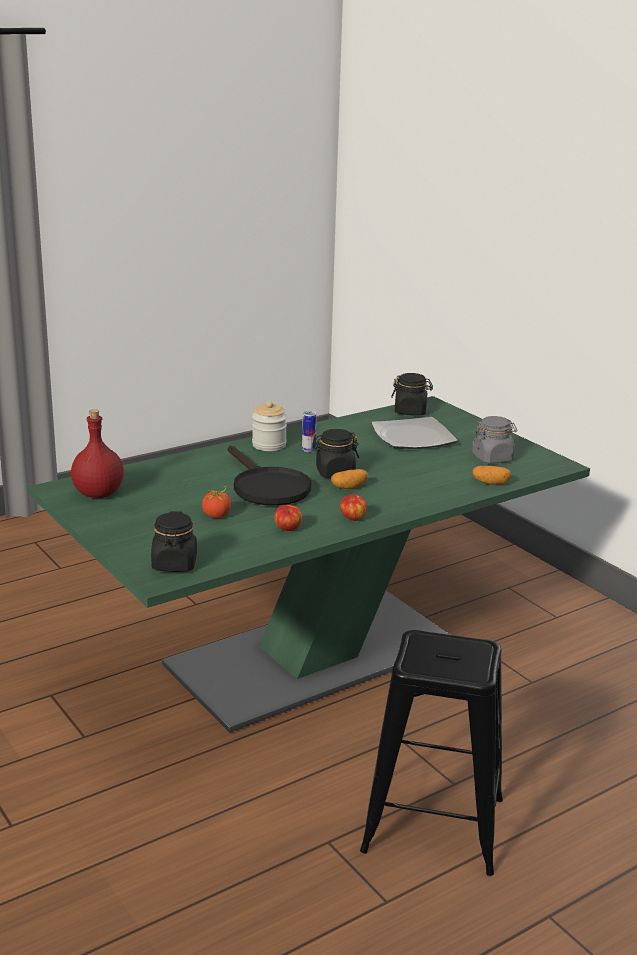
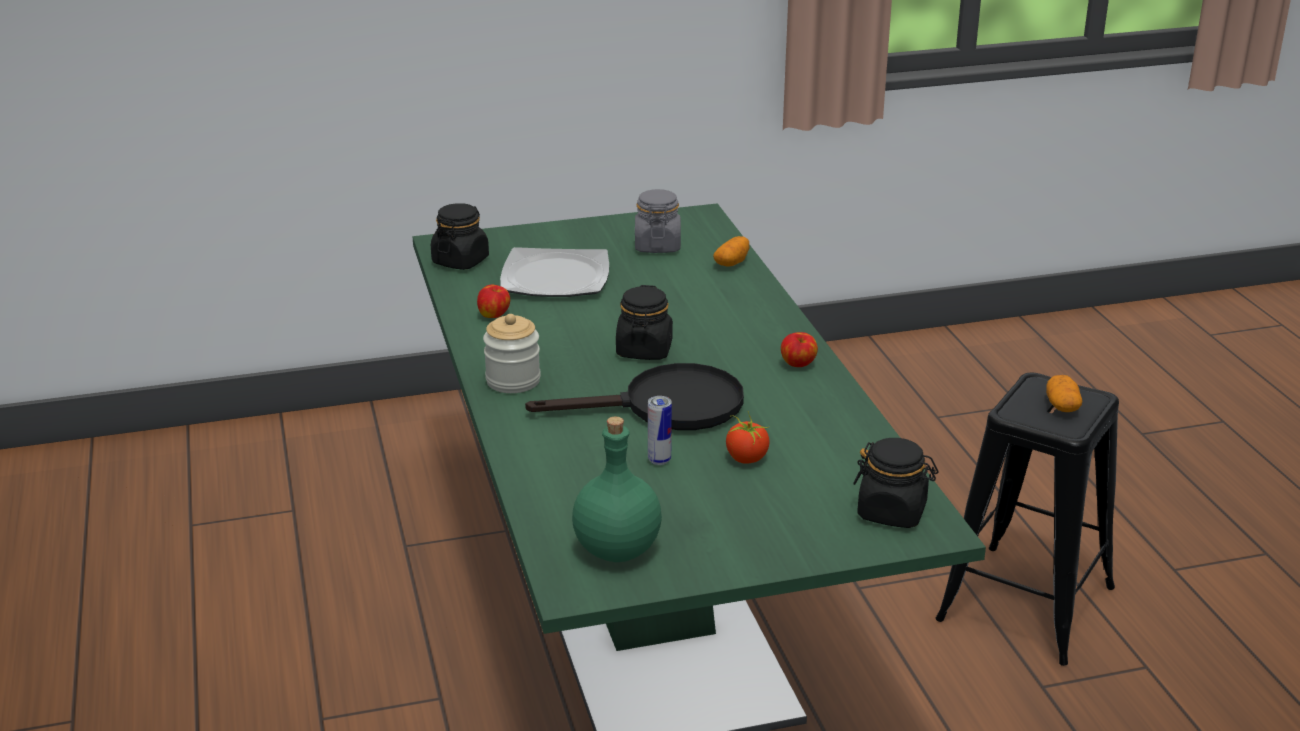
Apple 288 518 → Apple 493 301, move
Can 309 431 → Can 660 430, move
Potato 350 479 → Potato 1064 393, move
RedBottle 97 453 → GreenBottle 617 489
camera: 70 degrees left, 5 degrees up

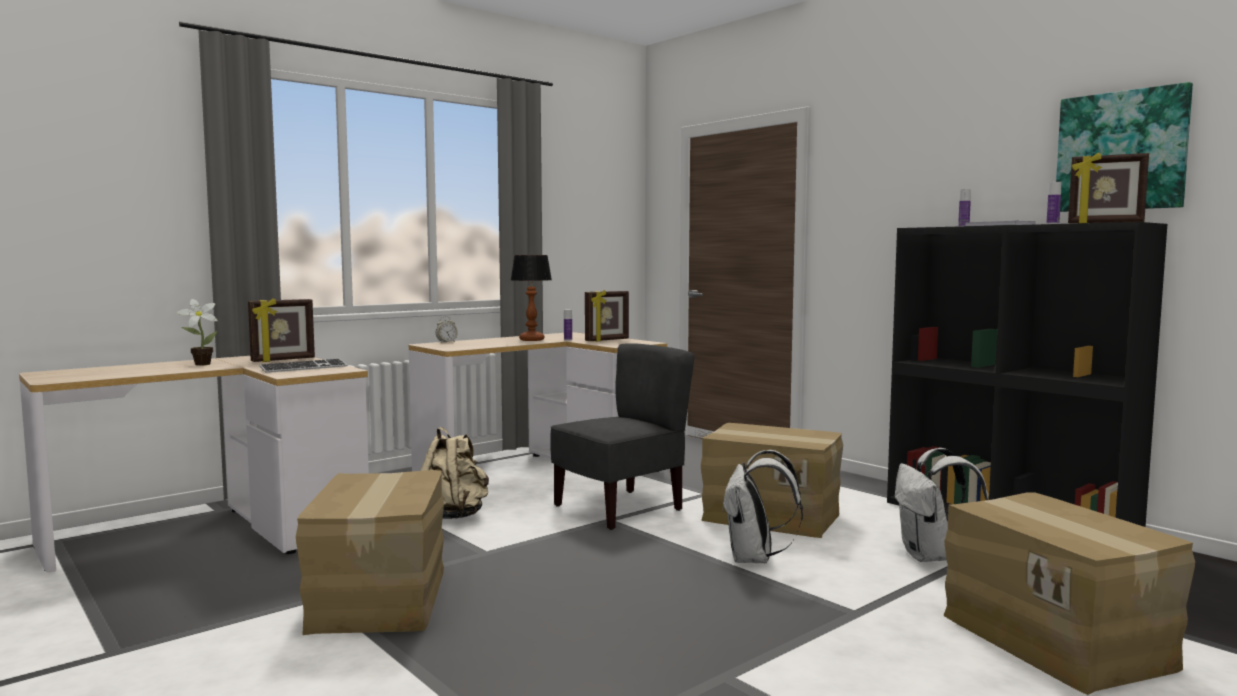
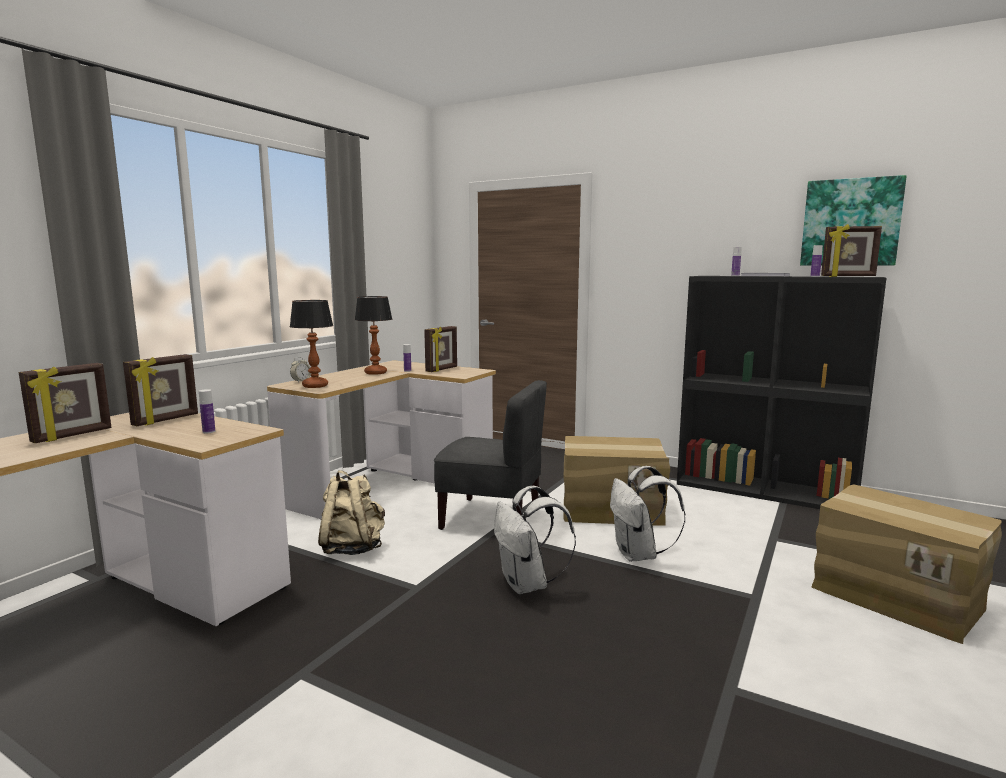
CardboardBox 370 552 → -
- → TableLamp 311 344
WhiteBackpack 942 505 → WhiteBackpack 535 540, move
PottedPlant 197 332 → PictureFrame 65 403
Keyboard 303 366 → Bottle 207 411
GreyChair 622 436 → GreyChair 490 455, 75 degrees clockwise
camera: 20 degrees left, 5 degrees up

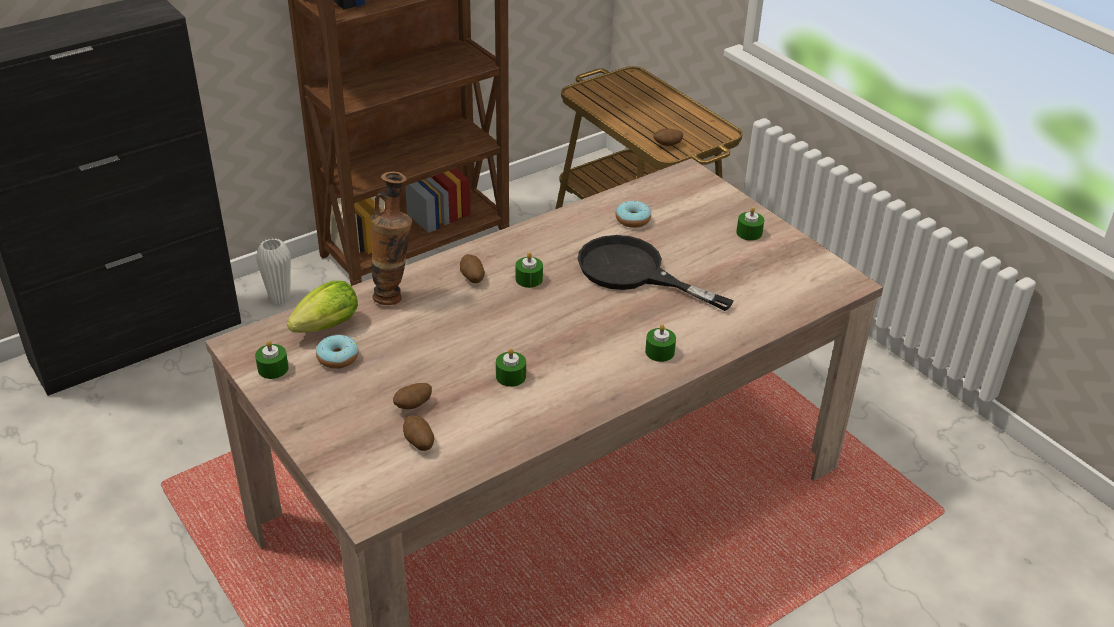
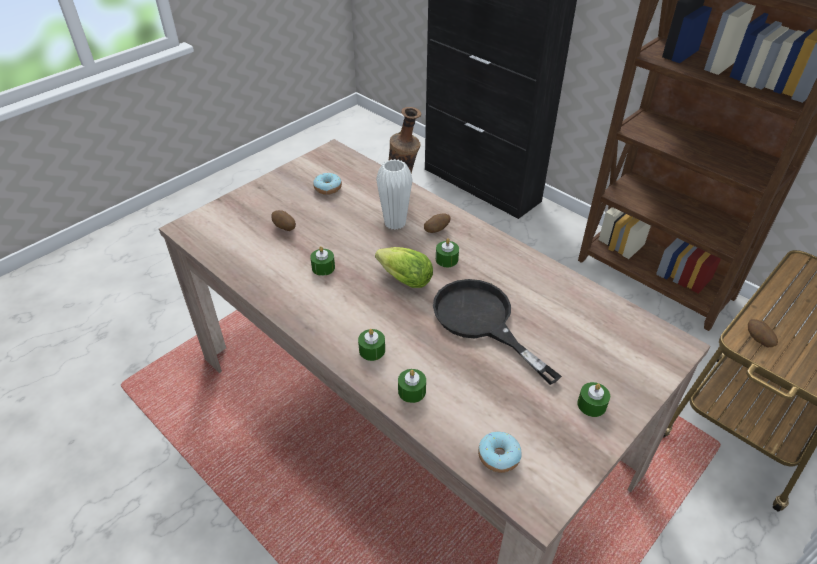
Potato 418 433 → -
GreenCandle 272 360 → GreenCandle 412 386, move
WhiteVase 273 271 → WhiteVase 394 194, move
Lettuce 322 307 → Lettuce 404 267, move
Donut 633 214 → Donut 500 452, move
BlackFryingPan 656 273 → BlackFryingPan 497 332, 60 degrees counterclockwise
camera: 80 degrees right, 5 degrees up

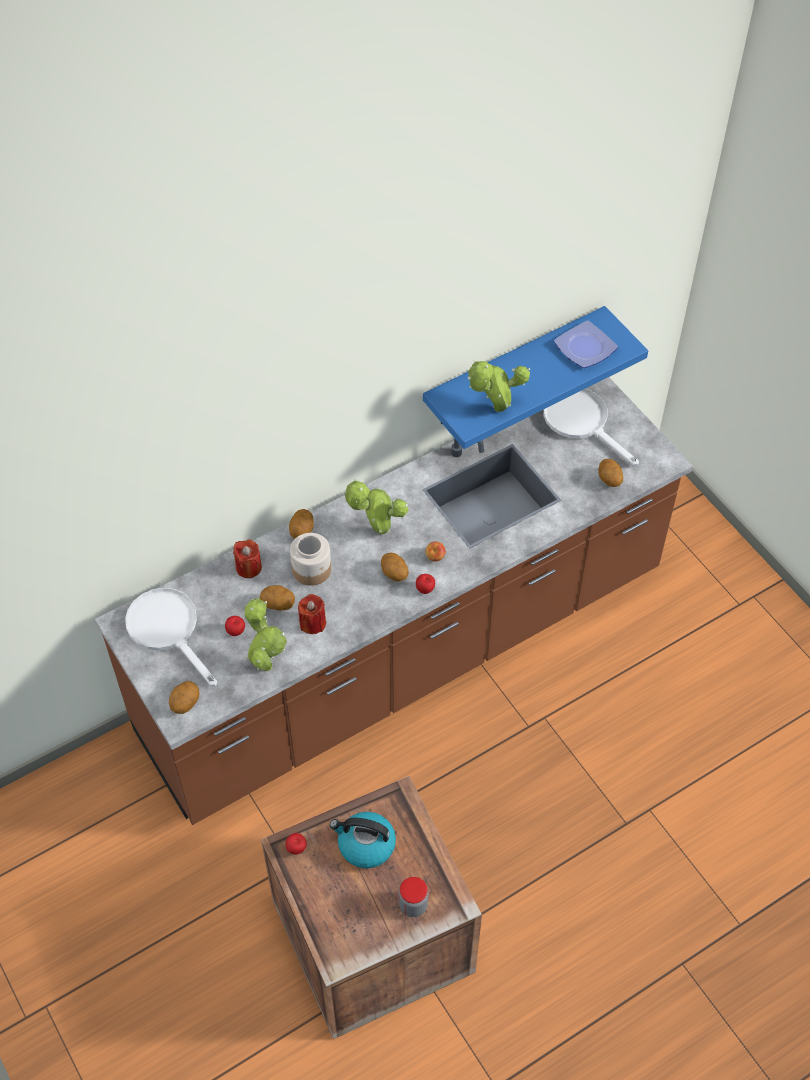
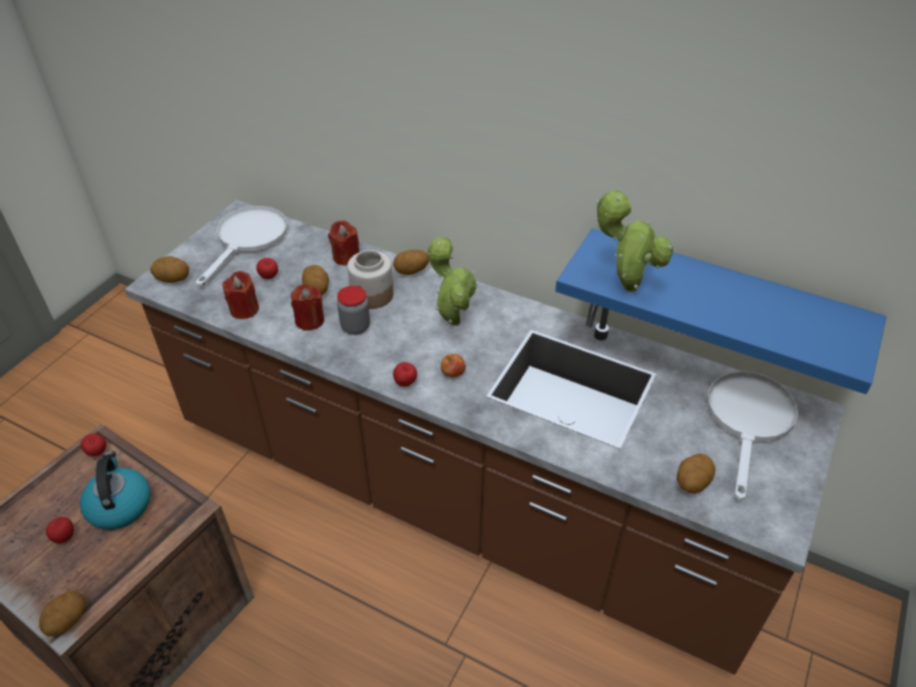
Plate 586 344 → -
- → Apple 60 530
Potato 395 567 → Potato 62 613, move
Jar 413 897 → Jar 353 310, move
PottedPlant 265 634 → RedCandle 240 295
camera: 60 degrees right, 10 degrees down

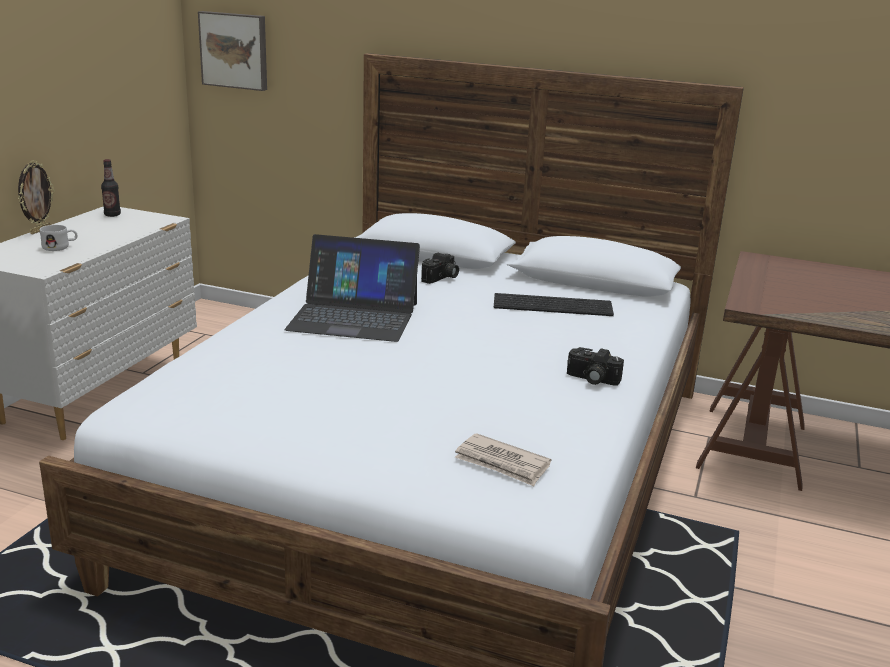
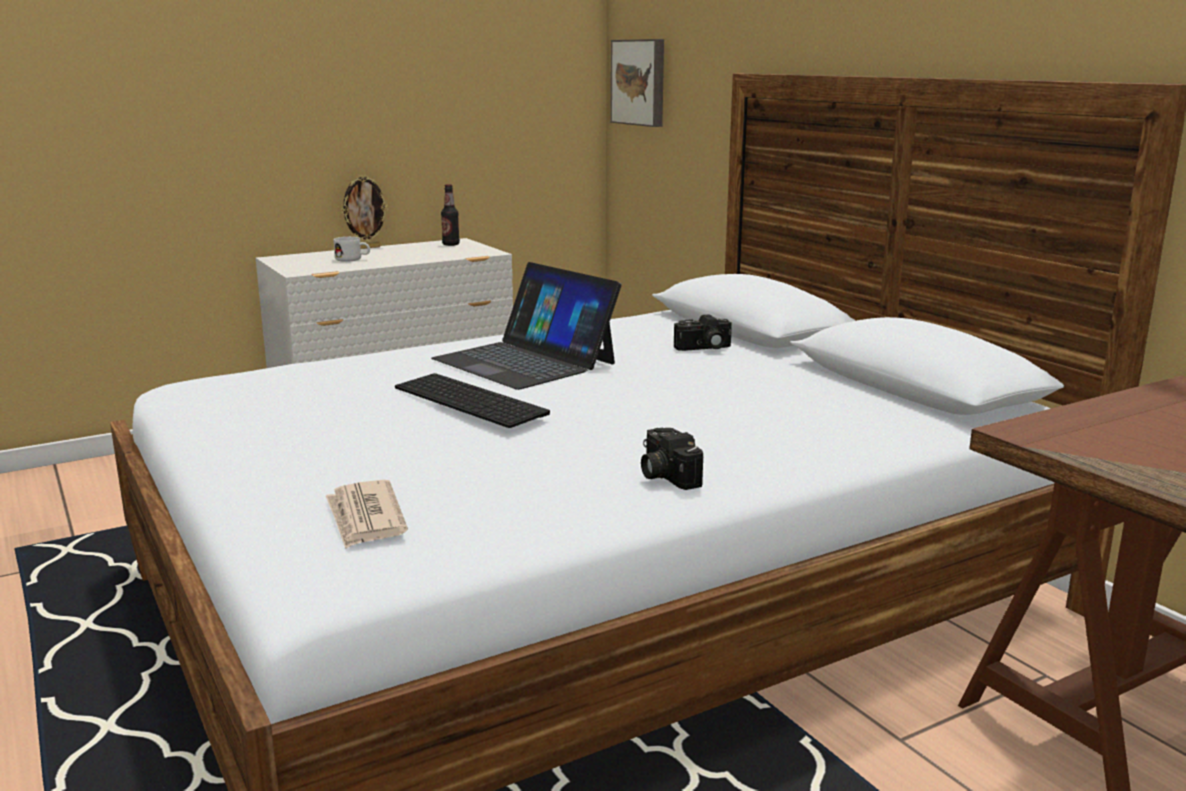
Keyboard 554 304 → Keyboard 472 400, move
camera: 40 degrees right, 5 degrees down

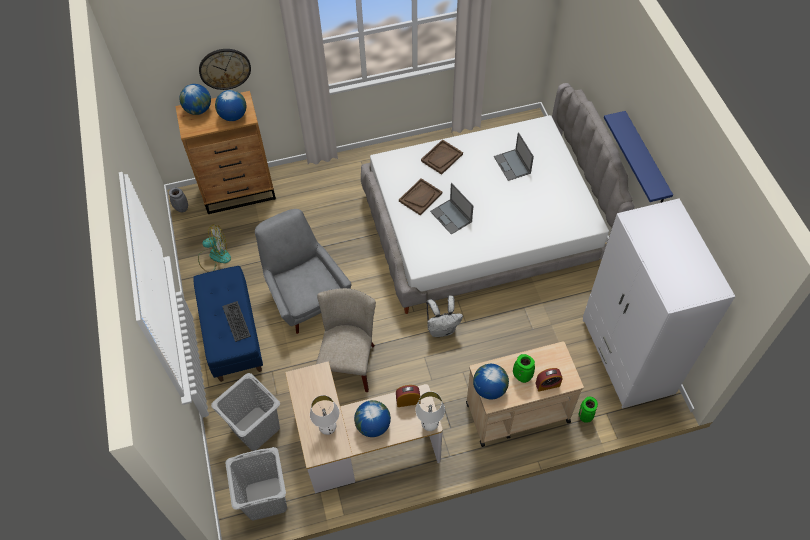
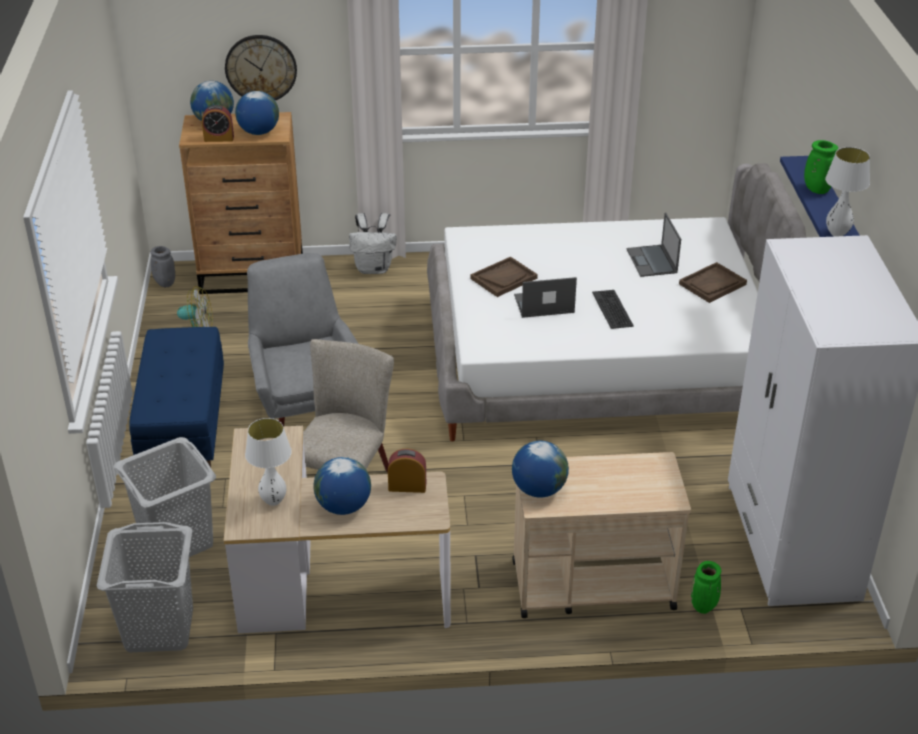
Keyboard 236 321 → Keyboard 613 309, move
WhiteTableLamp 430 411 → WhiteTableLamp 847 192, move
BrownTray 442 157 → BrownTray 713 282, move
WhiteBackpack 444 316 → WhiteBackpack 372 243, move
GreenVase 524 368 → GreenVase 821 167, move
AlarmClock 549 380 → AlarmClock 218 123, move
Laptop 451 209 → Laptop 545 297, 105 degrees clockwise
camera: 10 degrees right, 20 degrees down

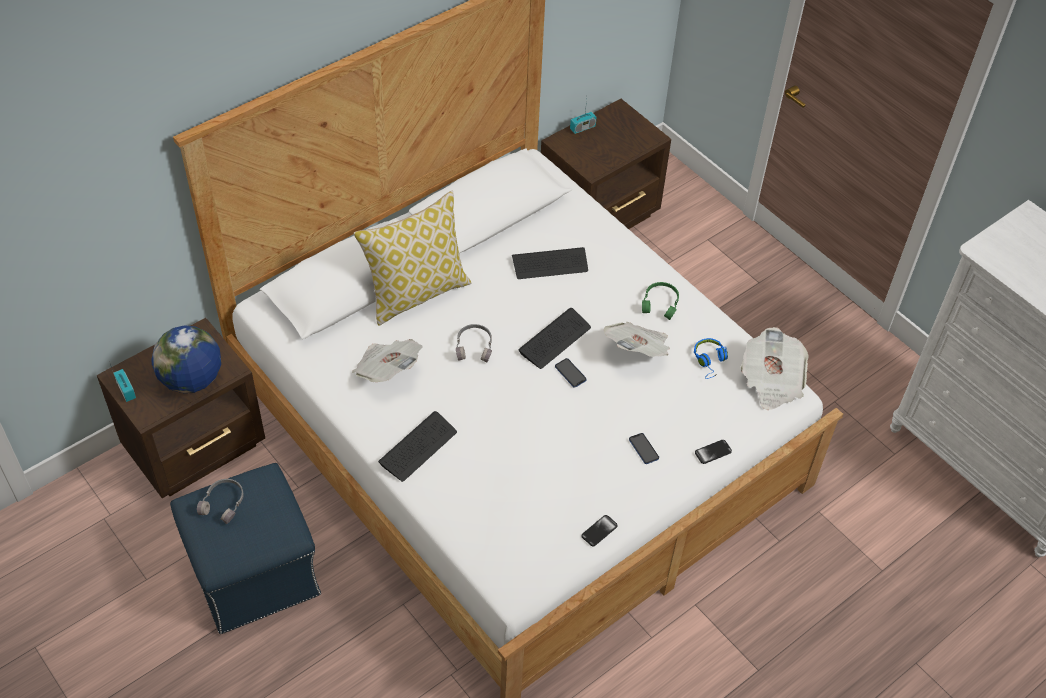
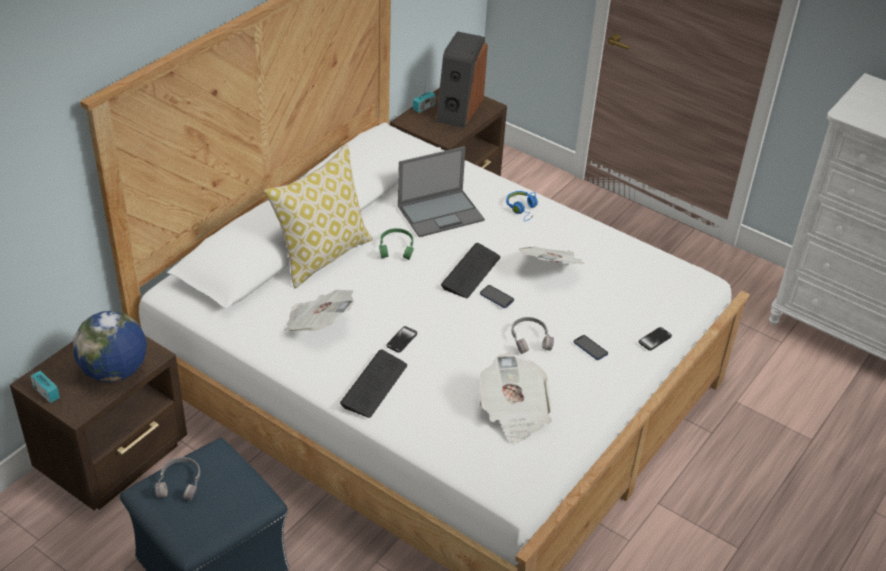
- → Speaker 462 79
GreyHeadphones 474 343 → GreyHeadphones 532 335, move
Phone 600 531 → Phone 402 339, move
GreenHeadphones 660 301 → GreenHeadphones 396 244, move
BlueHeadphones 711 358 → BlueHeadphones 522 206, move
Newspaper 775 368 → Newspaper 515 398, move
Keyboard 550 263 → Laptop 441 191
camera: 15 degrees left, 10 degrees down

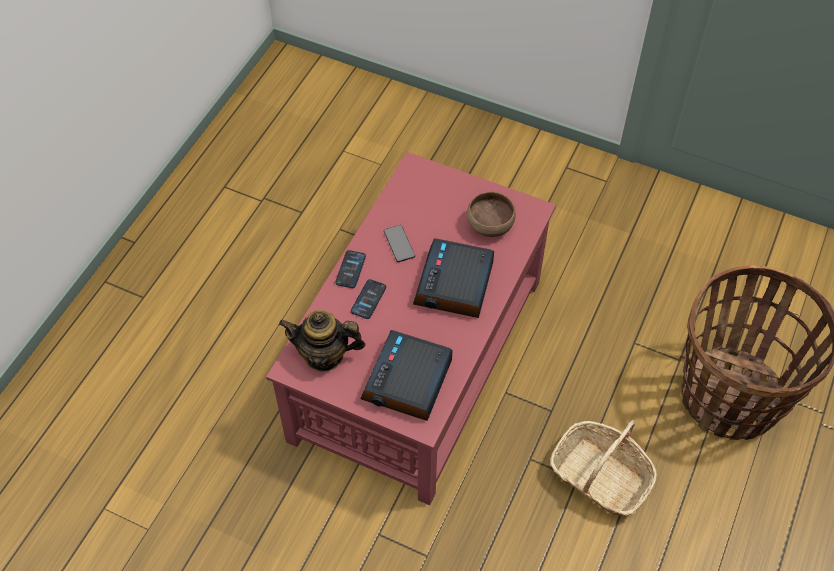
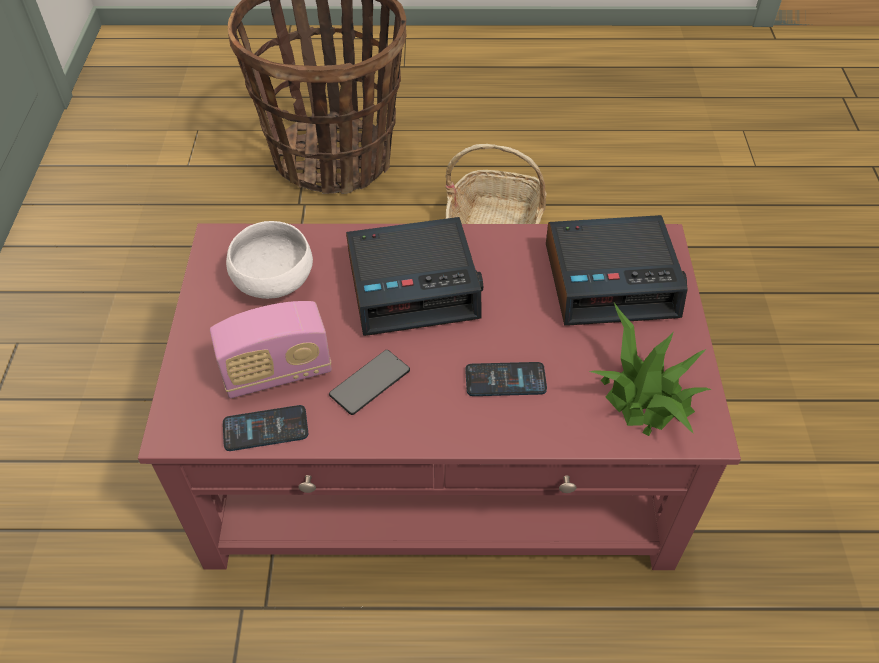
- → Radio 271 349
Phone 350 269 → Phone 265 428, move
Teapot 322 341 → PottedPlant 649 369
BrownBowl 491 214 → WhiteBowl 269 260
camera: 115 degrees left, 5 degrees down

